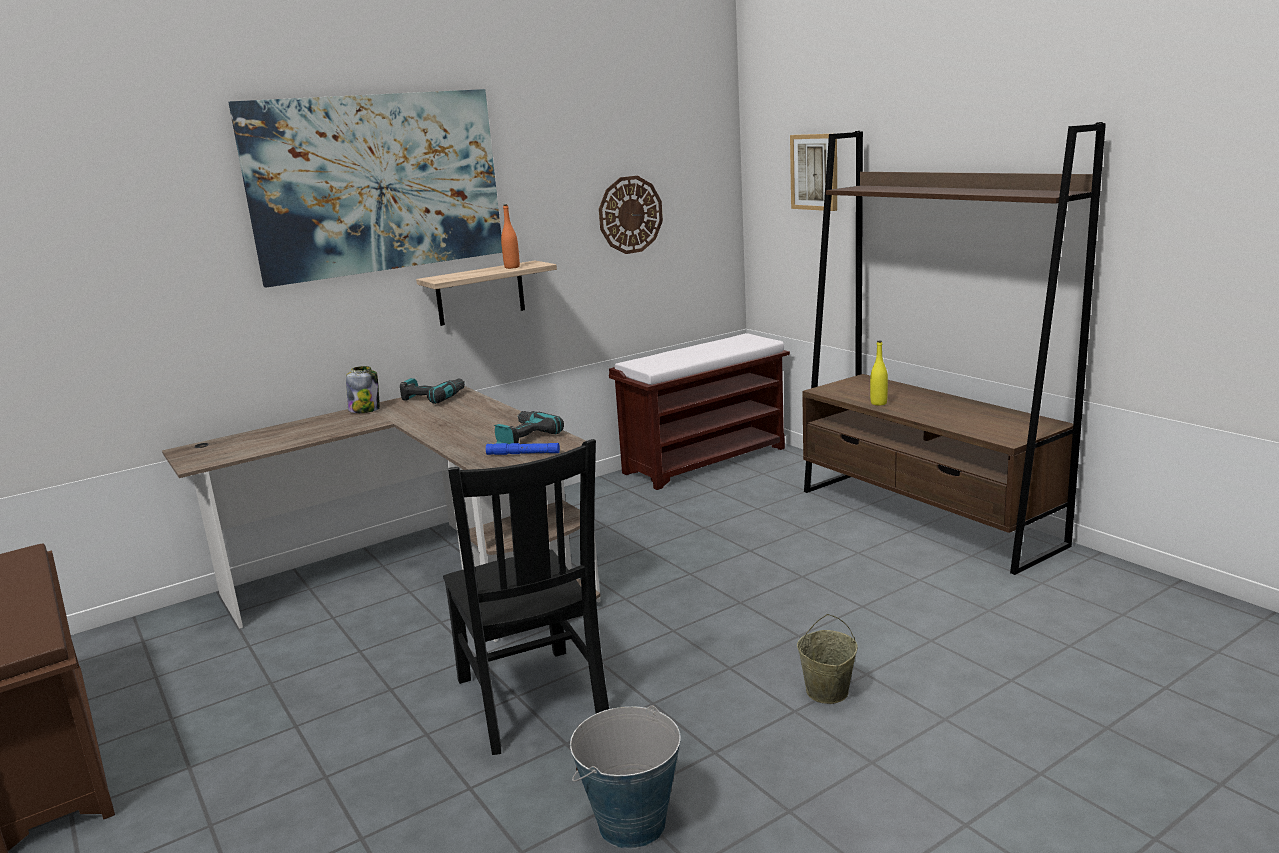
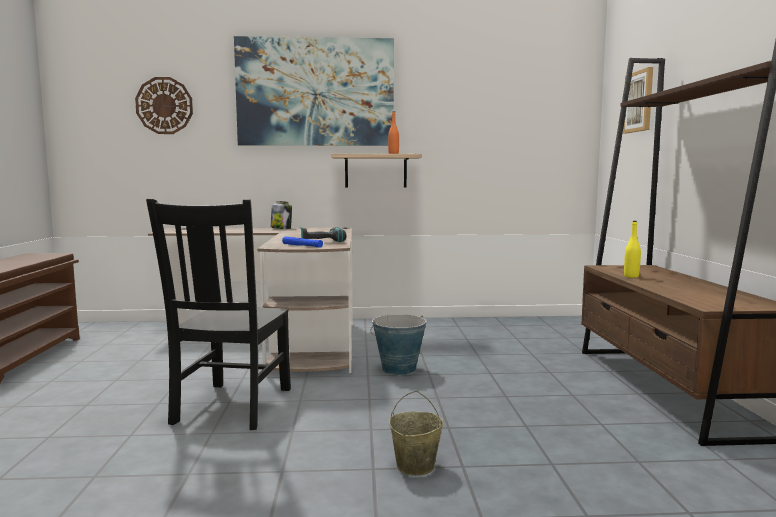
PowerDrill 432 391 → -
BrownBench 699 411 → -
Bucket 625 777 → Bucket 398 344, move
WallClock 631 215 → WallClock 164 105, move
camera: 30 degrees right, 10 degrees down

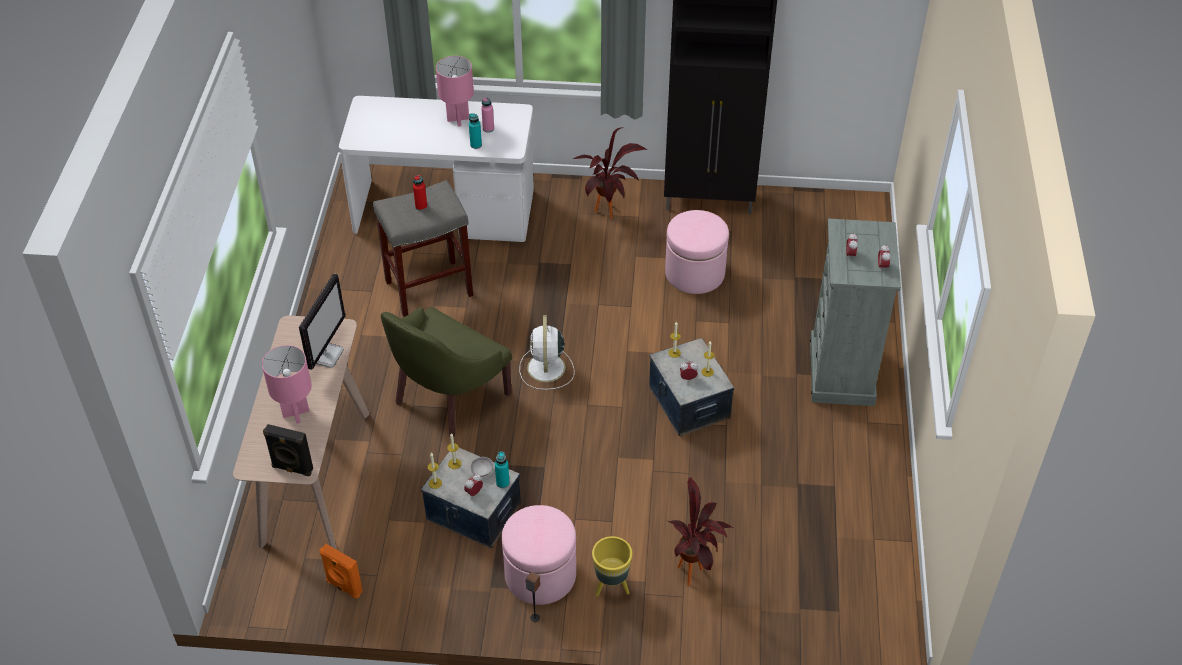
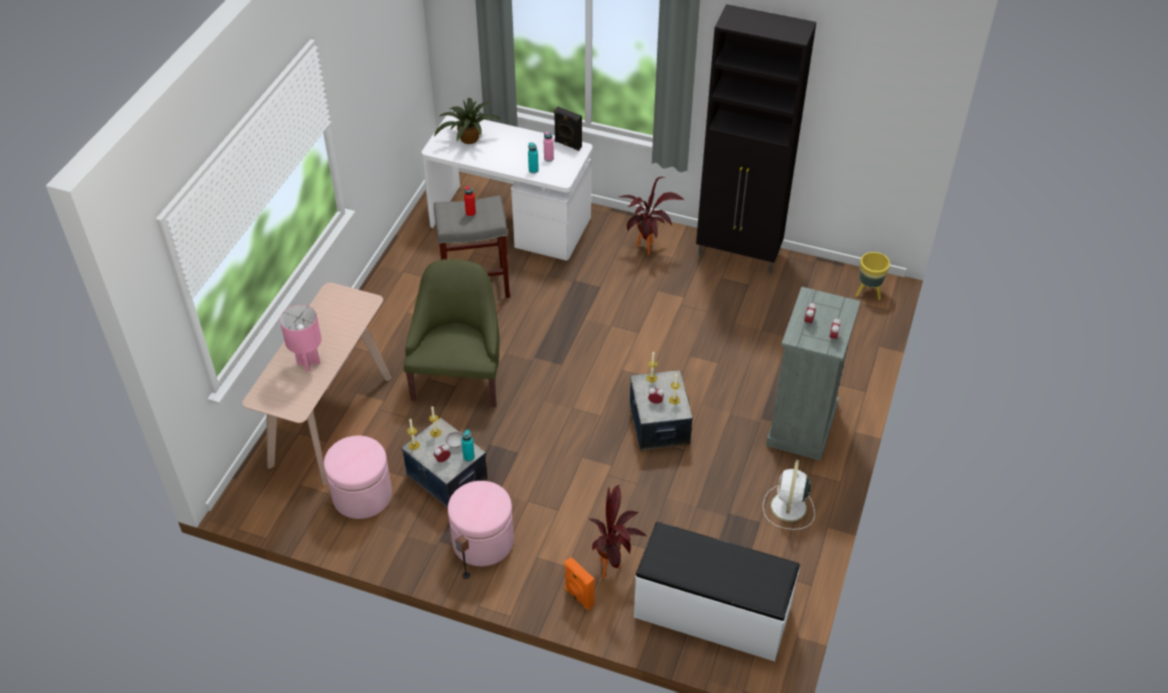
Monitor 322 321 → -
PinkTableLamp 455 91 → -
- → PottedPlant 468 121
- → WhiteBench 717 591
BlackSpeaker 288 450 → BlackSpeaker 568 129, move
OrangeSpeaker 341 571 → OrangeSpeaker 580 583, move
WhiteFan 546 352 → WhiteFan 789 495, move
YellowPlanter 612 566 → YellowPlanter 873 276, move
PinkOttoman 697 252 → PinkOttoman 358 477, move
GreenArmchair 446 372 → GreenArmchair 451 333, 135 degrees clockwise
camera: 15 degrees right, 0 degrees up

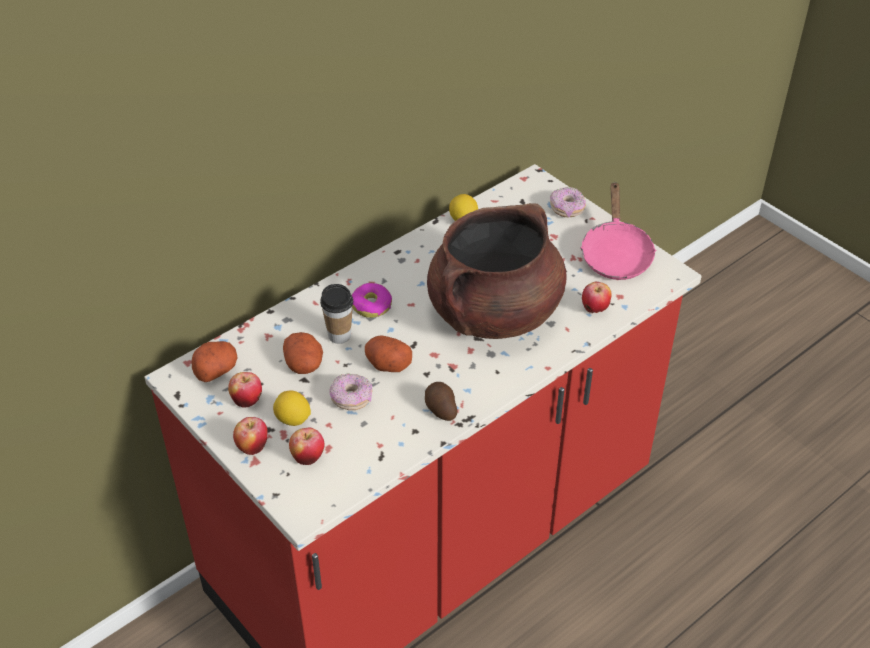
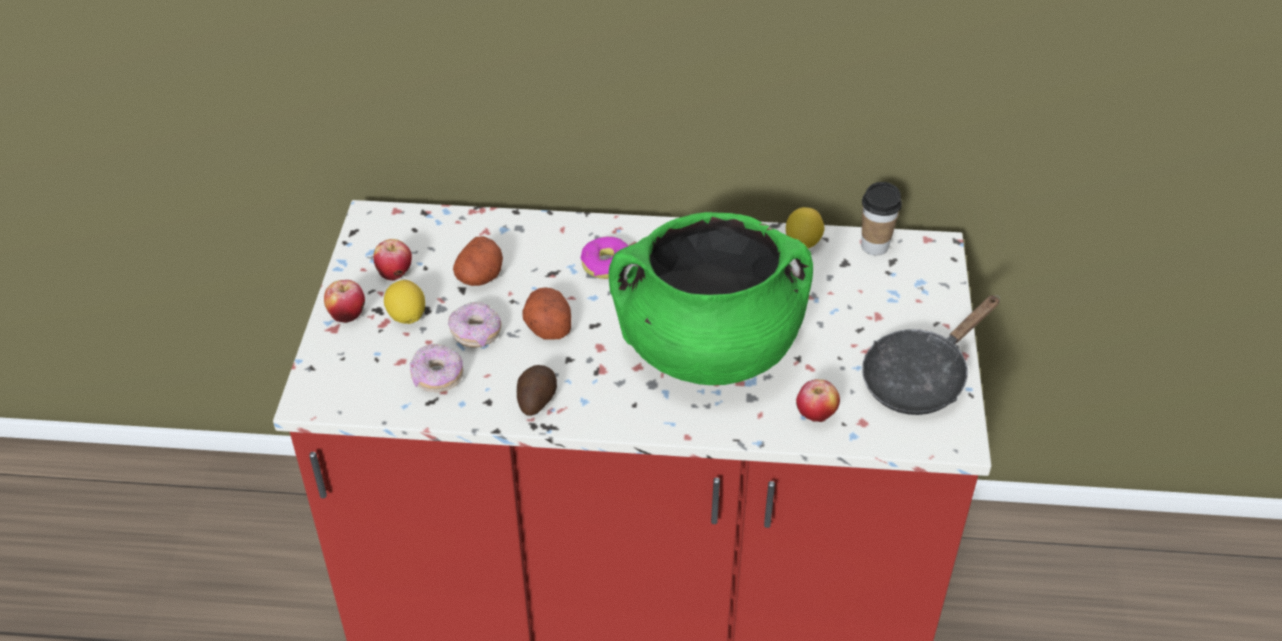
Potato 215 361 → -
Apple 307 446 → -
Cup 336 314 → Cup 881 219, move
Donut 568 202 → Donut 437 368, move
BrownCookingPot 497 271 → GreenCookingPot 711 298
PinkFryingPan 618 231 → BlackFryingPan 931 355
camera: 45 degrees right, 0 degrees up

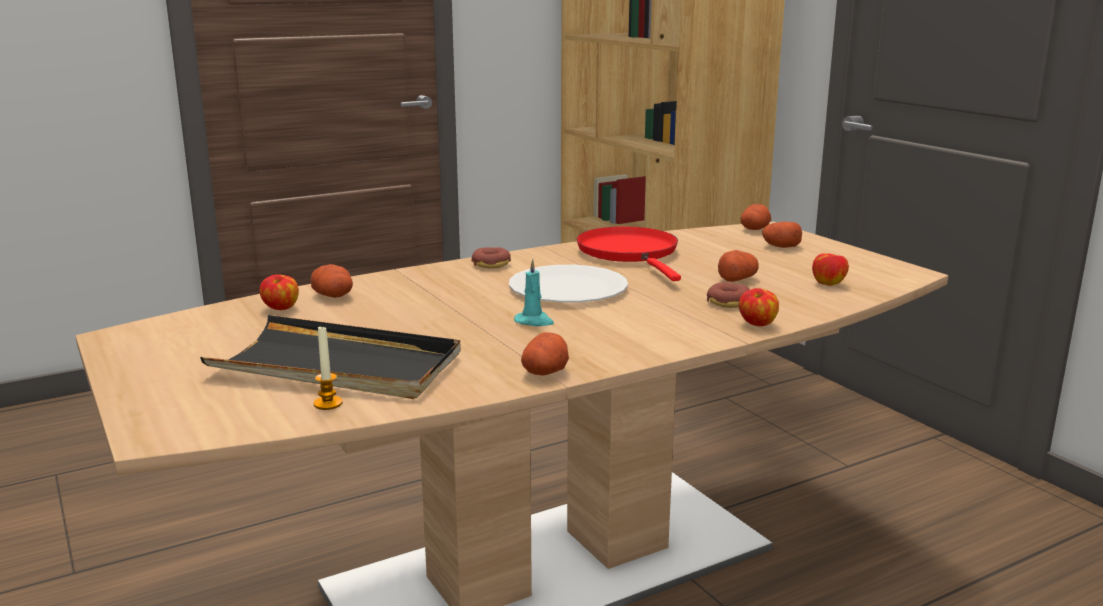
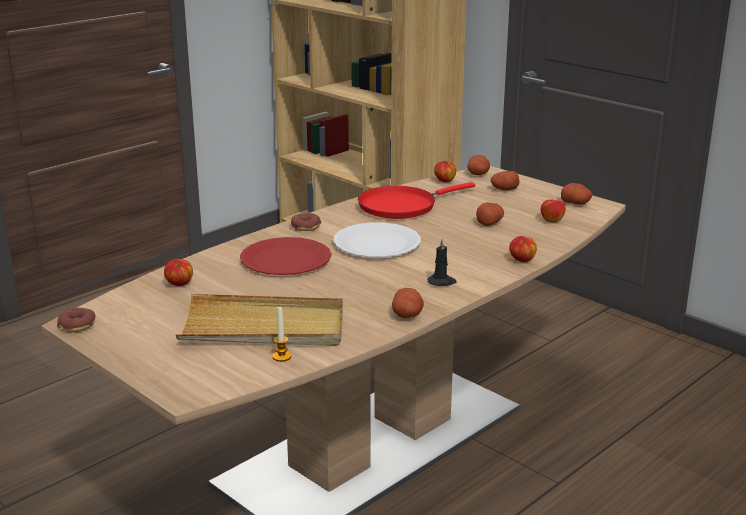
TurquoiseCandle 534 292 → -
- → RedPlate 285 256
- → BlackCandle 442 262
- → Apple 445 171
Potato 331 281 → Potato 576 194, move
Donut 728 295 → Donut 76 320, move
BlackTray 330 357 → BeigeTray 259 320
RedFryingPan 628 253 → RedFryingPan 416 200, 90 degrees counterclockwise
camera: 15 degrees left, 5 degrees up

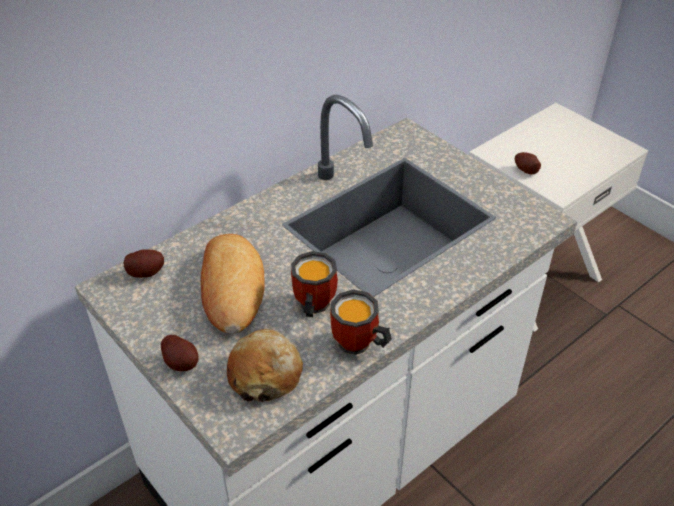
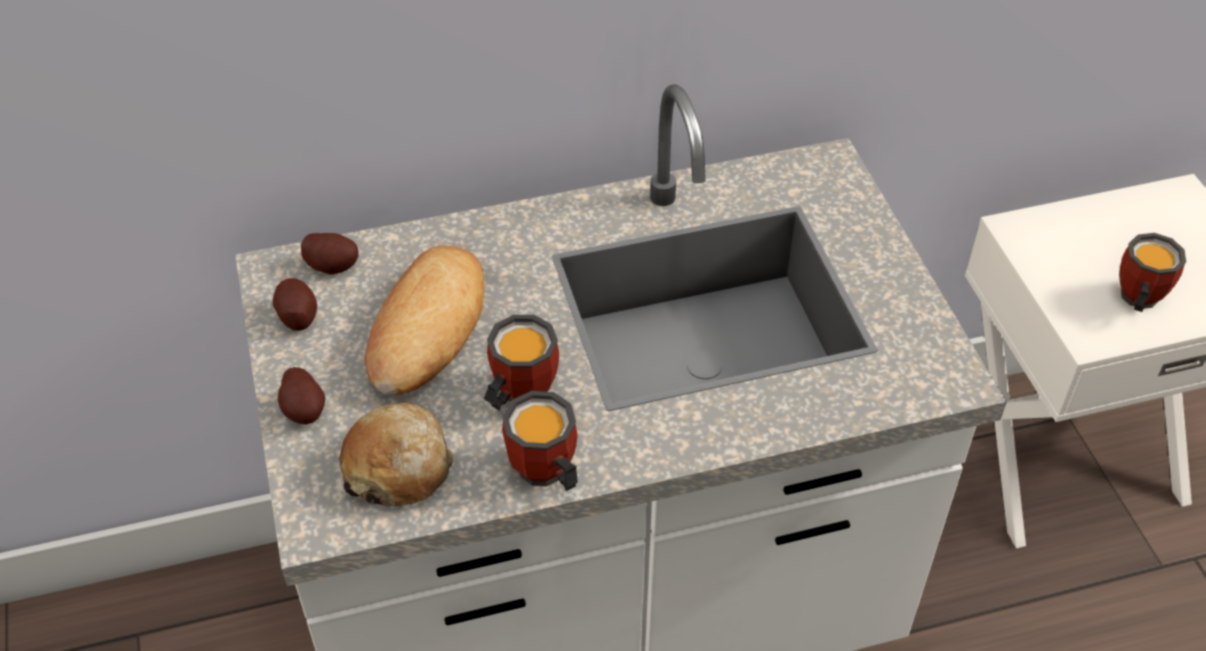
- → Mug 1152 272
Potato 528 163 → Potato 295 304, move
camera: 25 degrees right, 5 degrees up

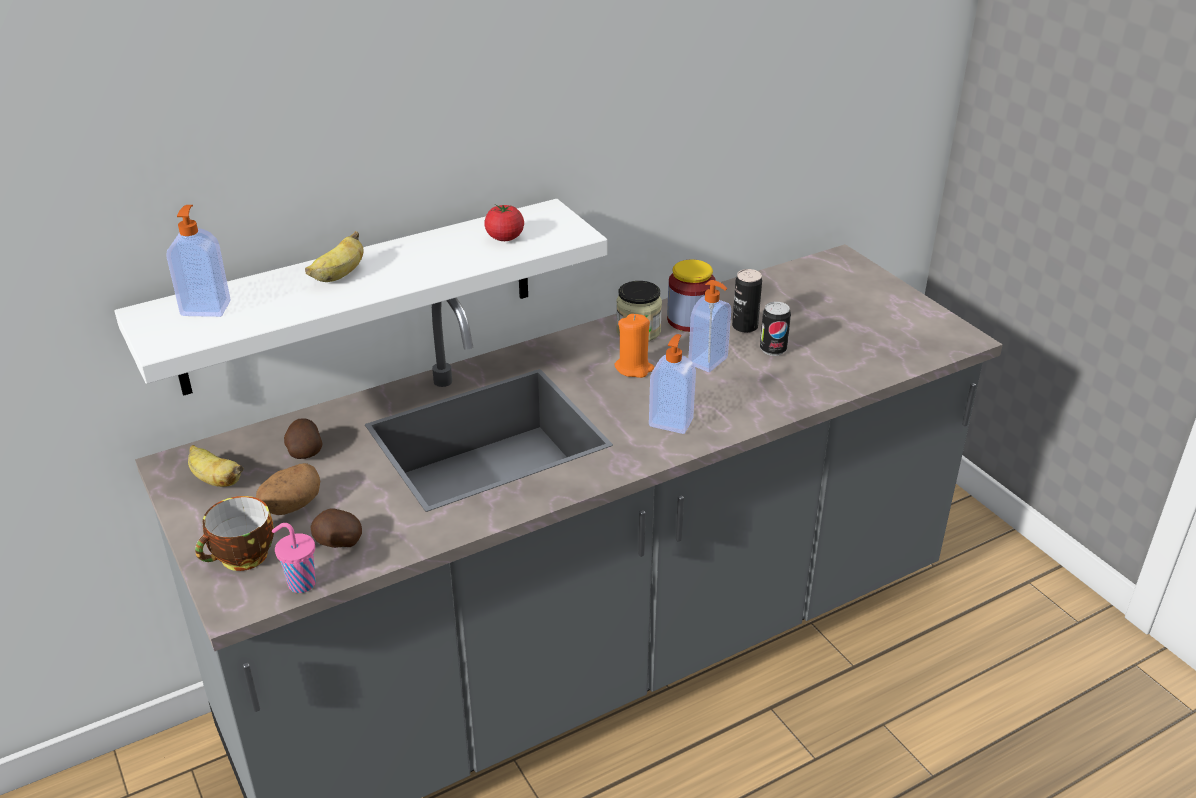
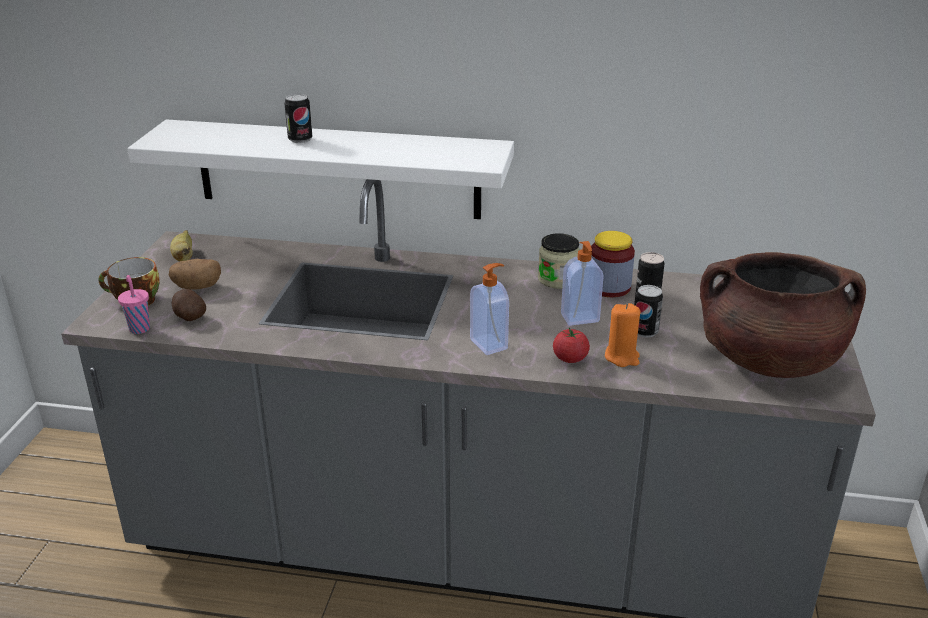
SoapDispenser 198 261 → -
Potato 303 438 → -
- → BrownCookingPot 783 315
Tomato 504 223 → Tomato 571 345, move
OrangeCandle 634 346 → OrangeCandle 622 335, move
Banana 334 256 → Can 298 118
camera: 40 degrees right, 5 degrees down

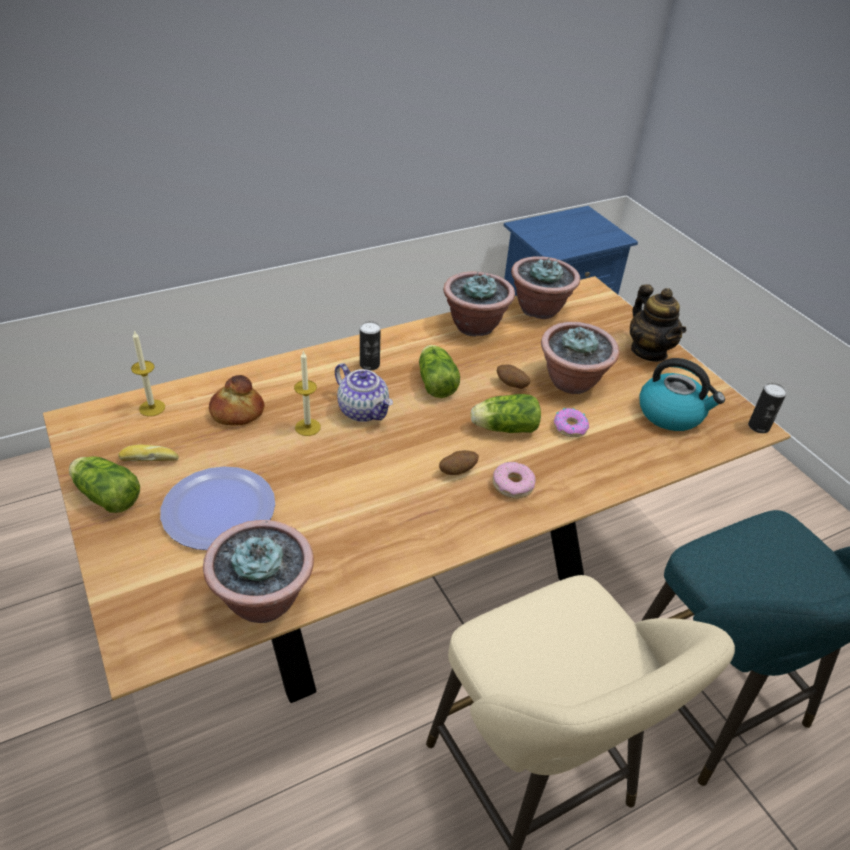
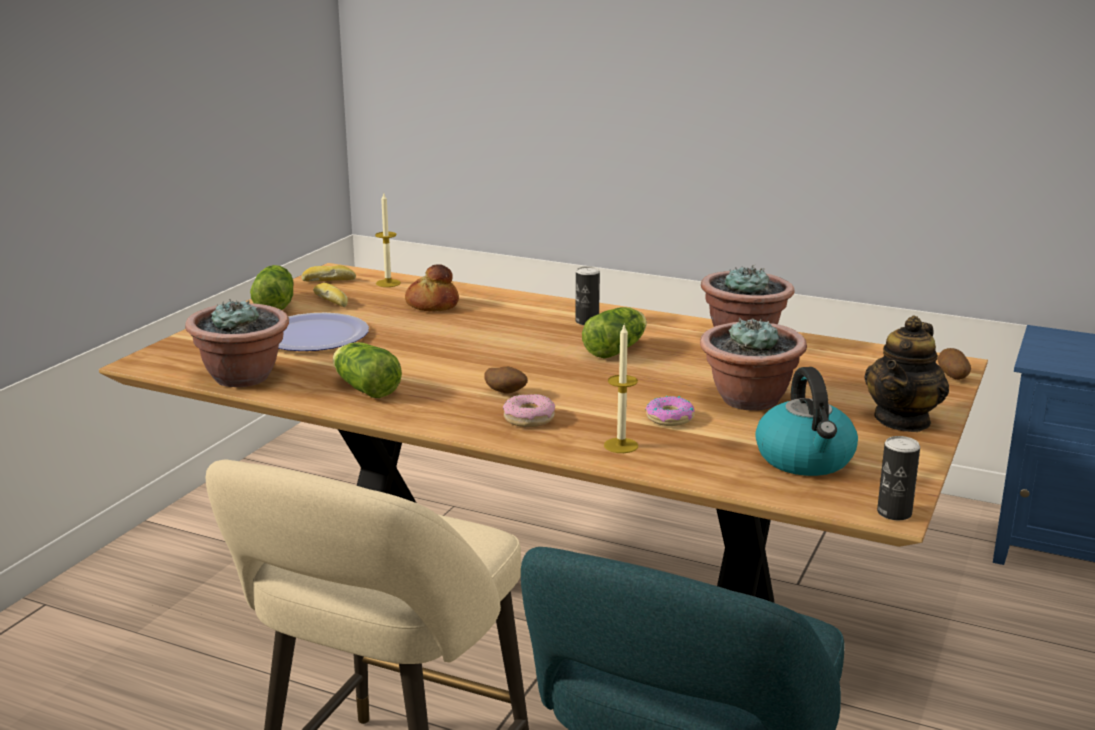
Teapot 364 392 → -
PottedPlant 545 287 → -
- → Bread 328 273
Candle 307 393 → Candle 621 389, move
Lettuce 505 413 → Lettuce 367 370, move
Potato 513 376 → Potato 954 364, move
camera: 55 degrees right, 20 degrees down

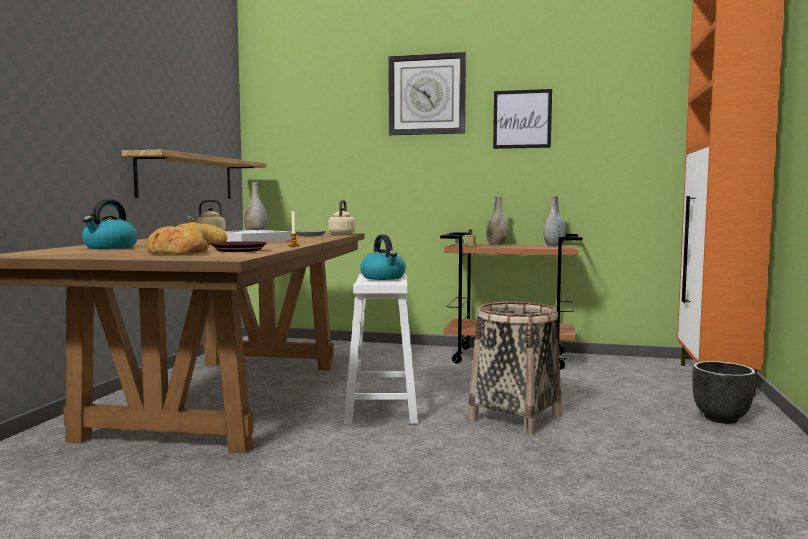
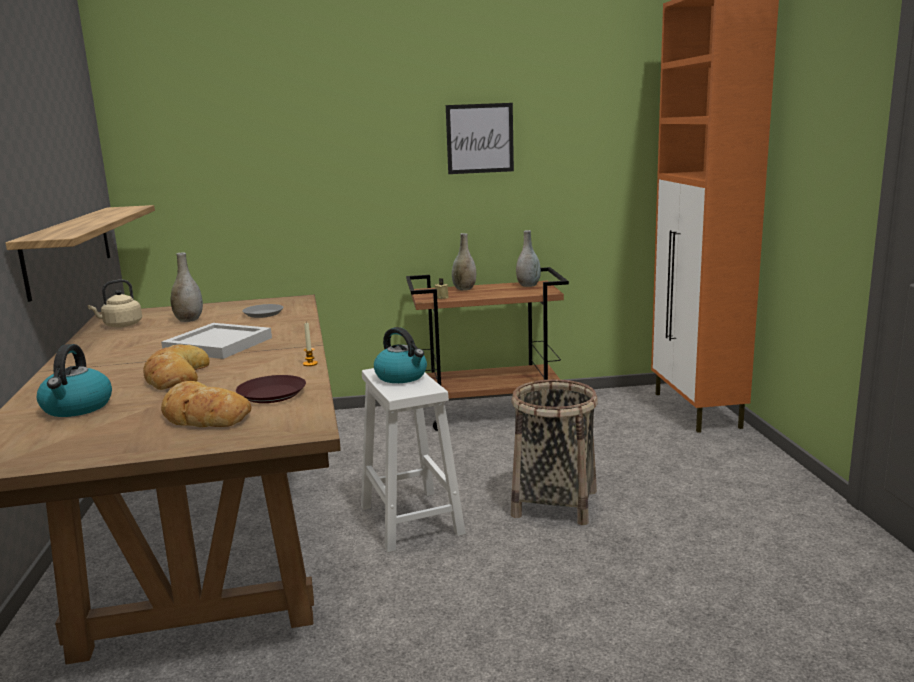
BeigeKettle 342 217 → -
WallClock 427 93 → -
BlackPlanter 724 392 → -
camera: 20 degrees left, 10 degrees up

